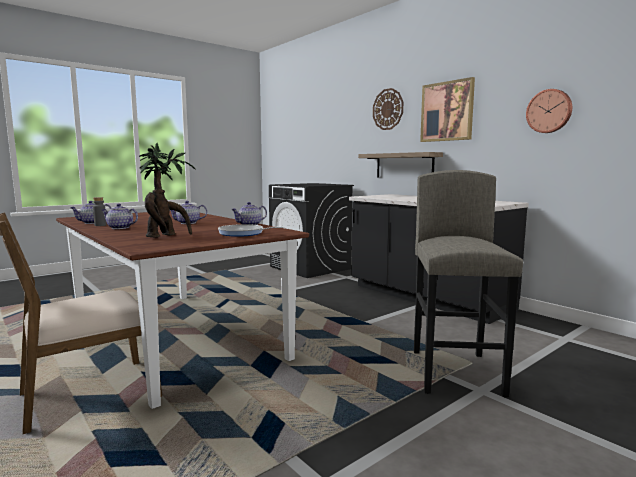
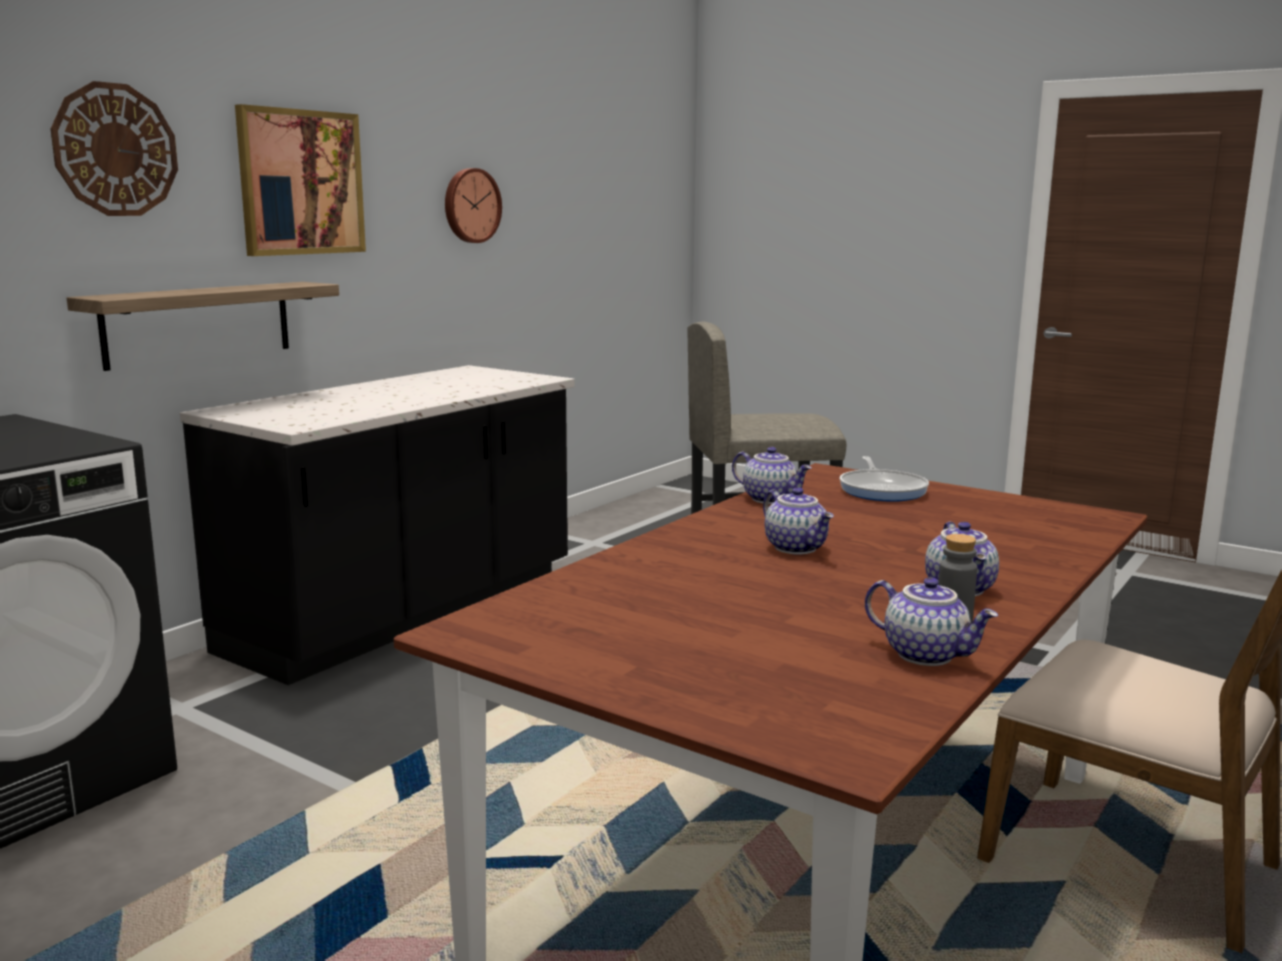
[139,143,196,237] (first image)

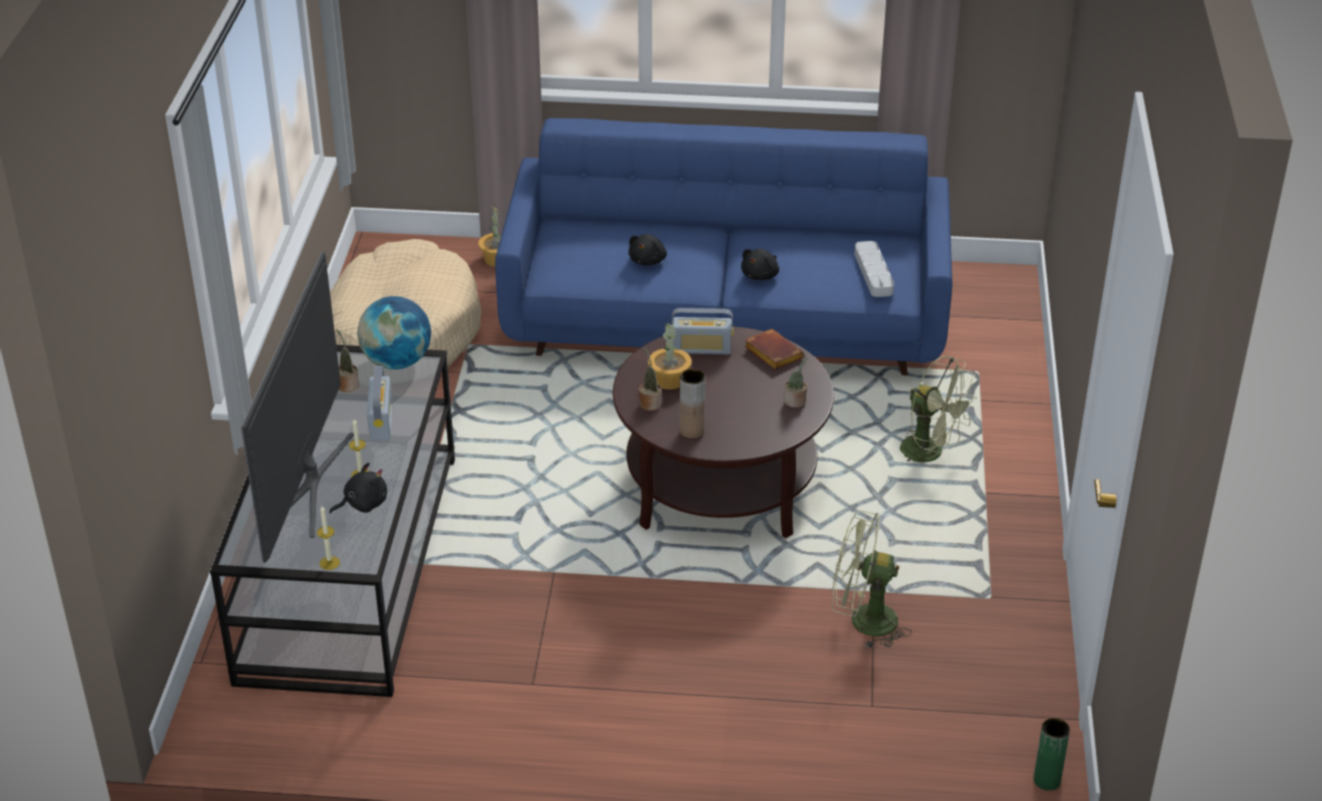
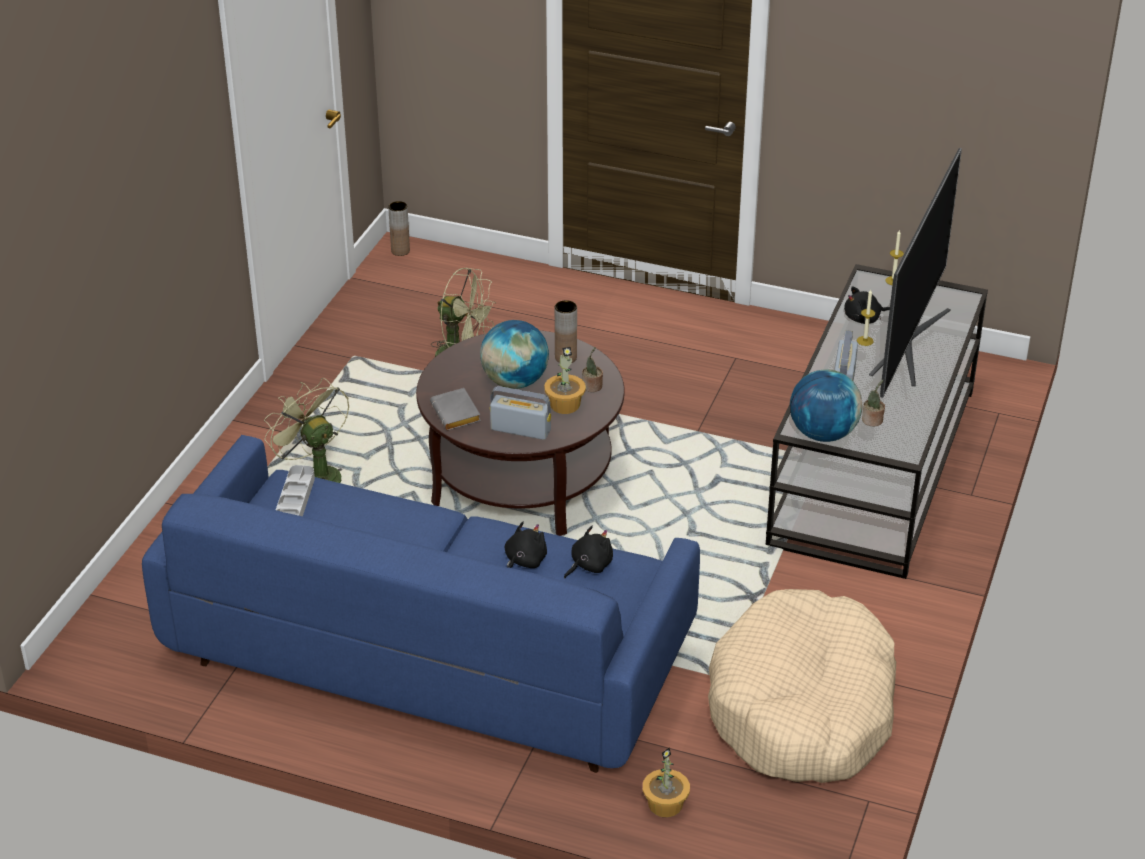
[784,358,807,408] (first image)
[480,320,549,389]
[564,526,613,579]
[430,388,481,430]
[388,201,410,256]

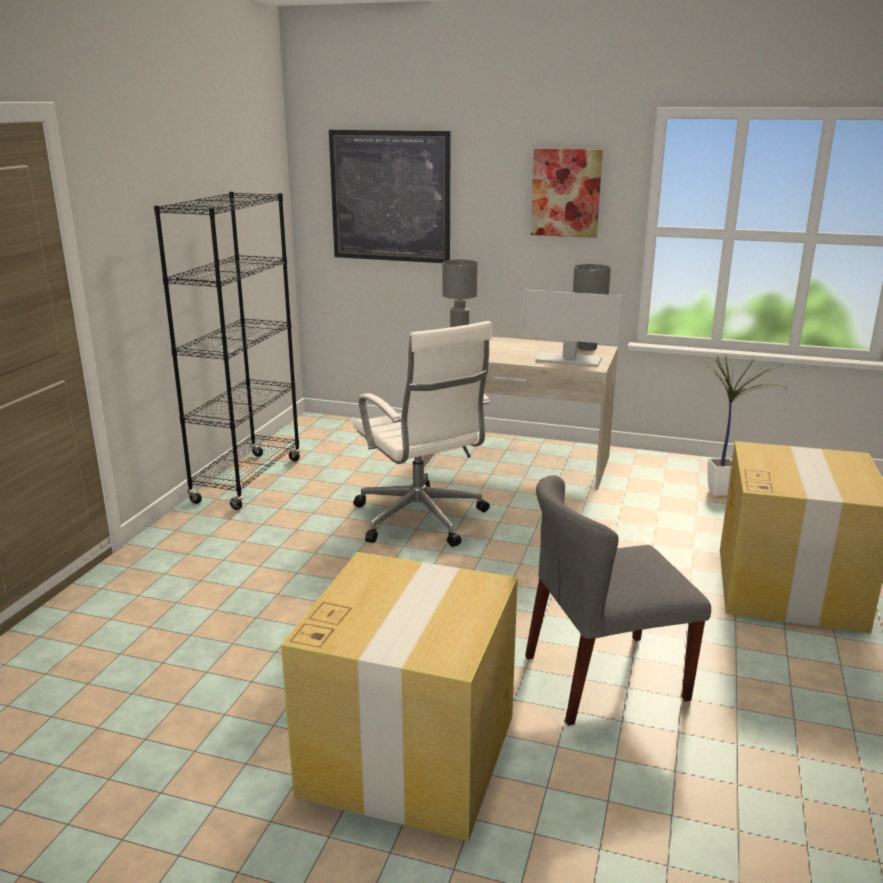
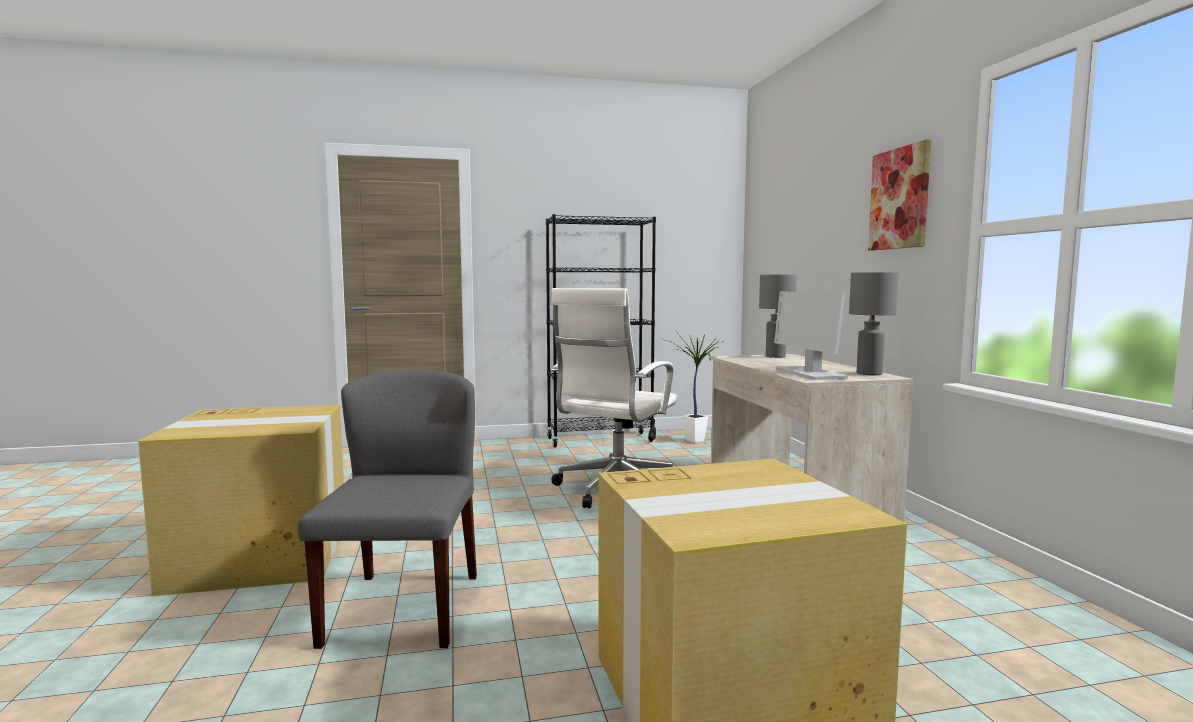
[329,130,451,263] (first image)
[663,329,724,443]
[298,369,477,649]

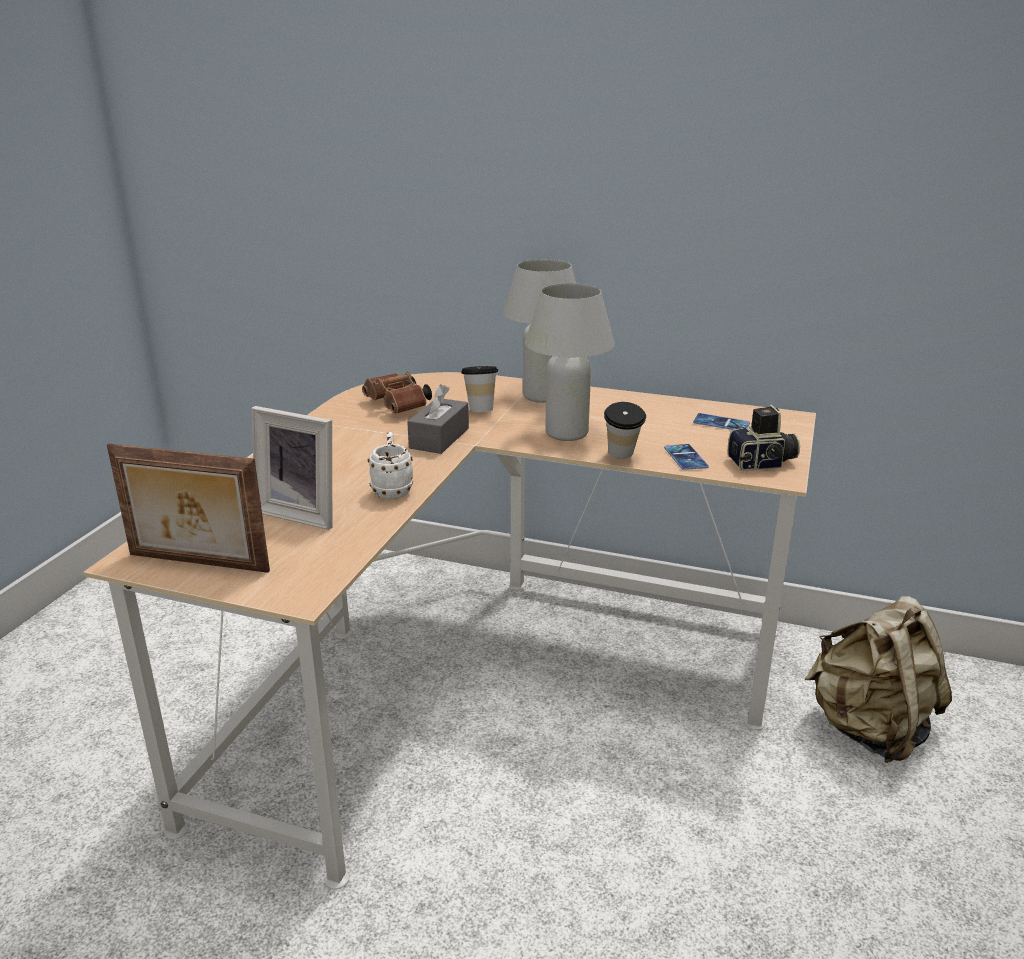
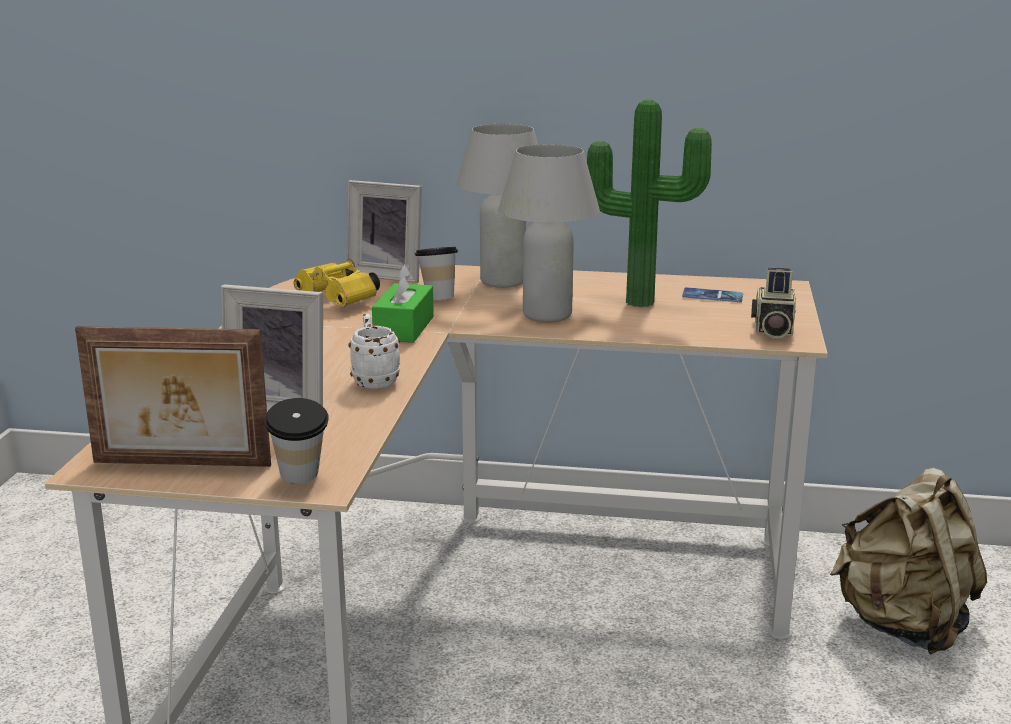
[664,444,709,470] (first image)
[347,180,422,283]
[587,100,712,307]
[264,398,329,484]
[294,258,380,306]
[372,264,434,343]
[751,268,796,338]

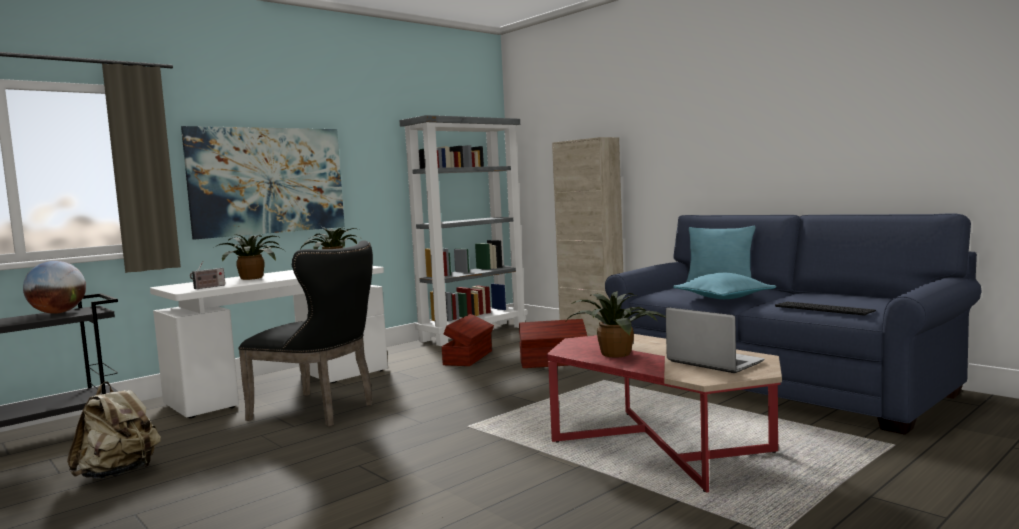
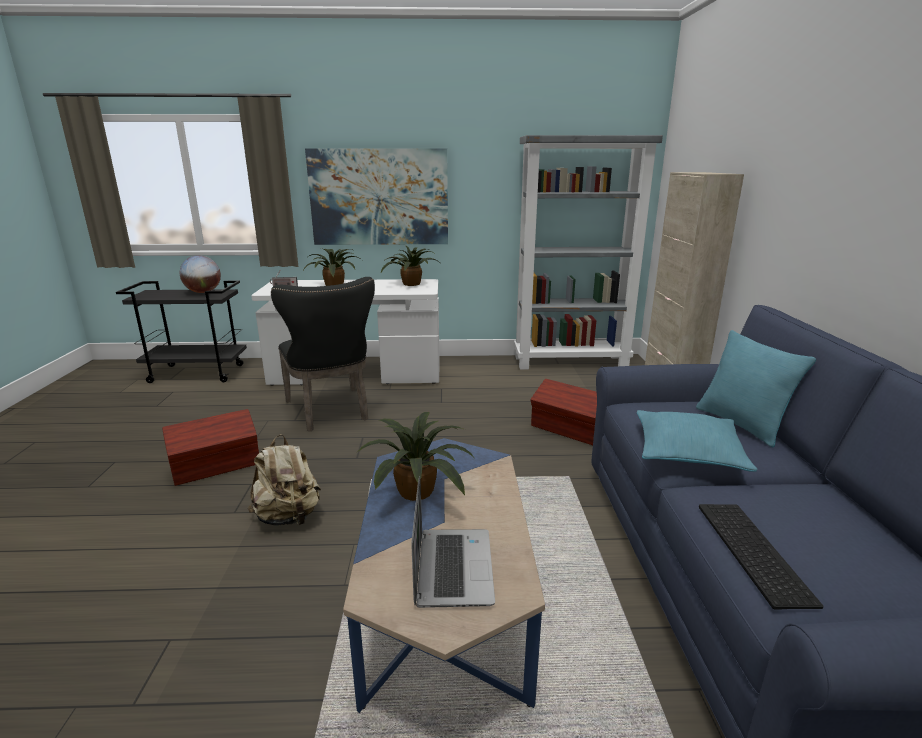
[248,434,321,526]
[162,409,259,486]
[343,438,545,713]

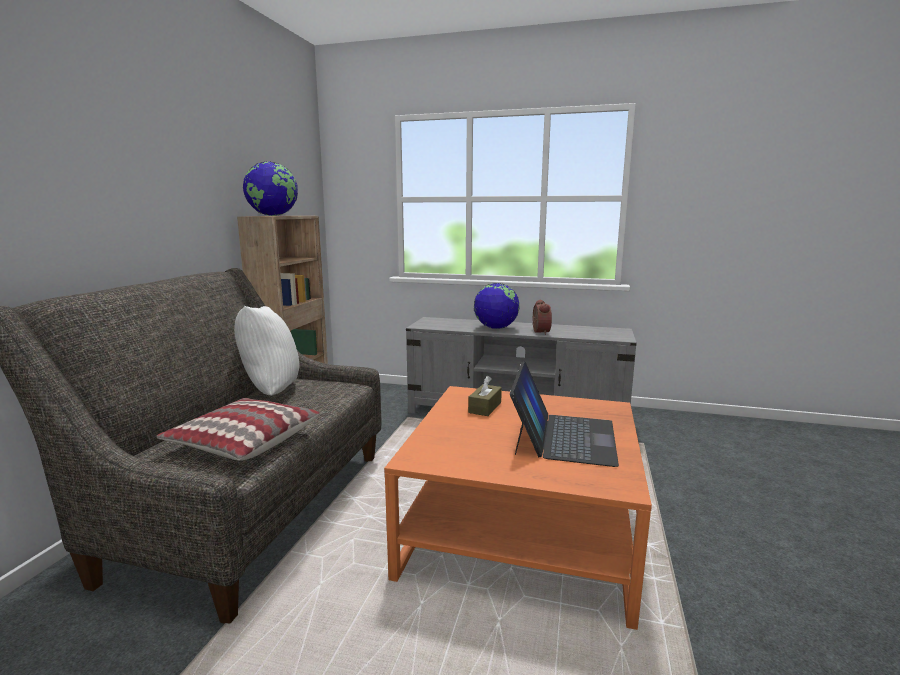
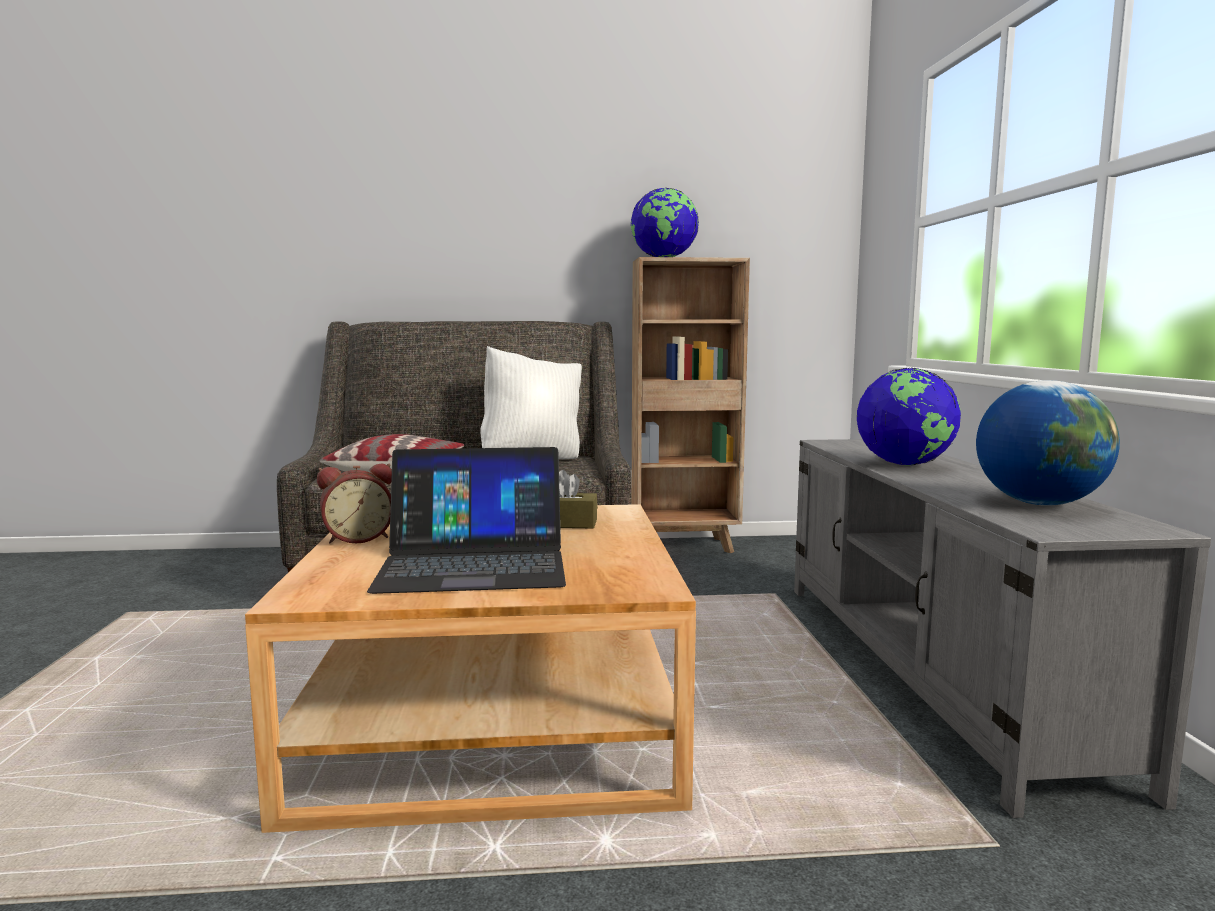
[976,380,1120,506]
[317,464,392,544]
[245,504,696,833]

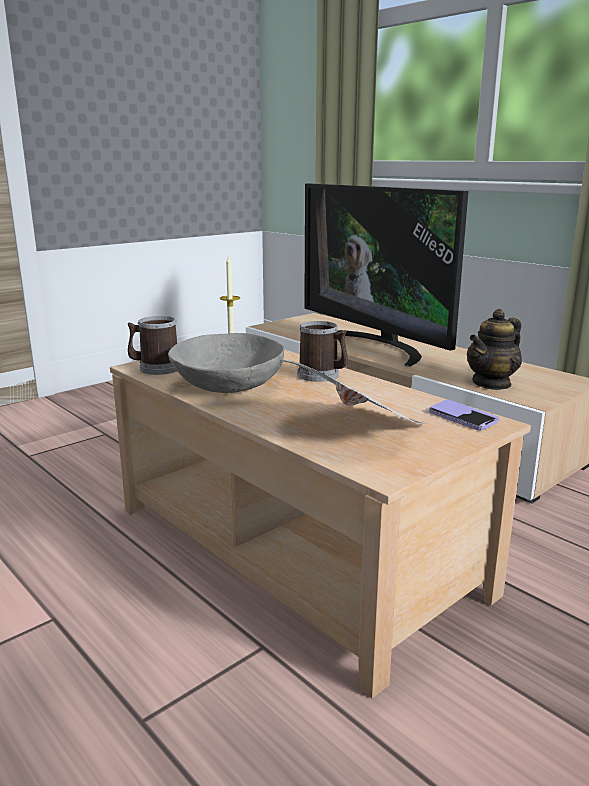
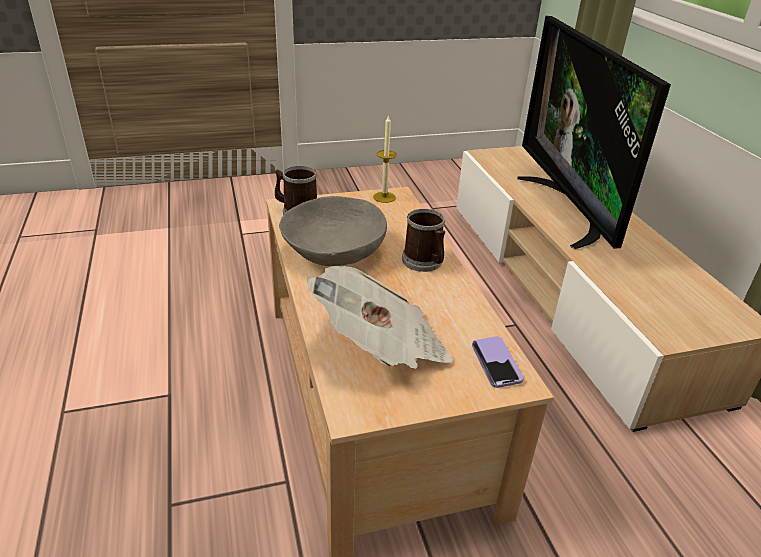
[467,309,522,390] (first image)

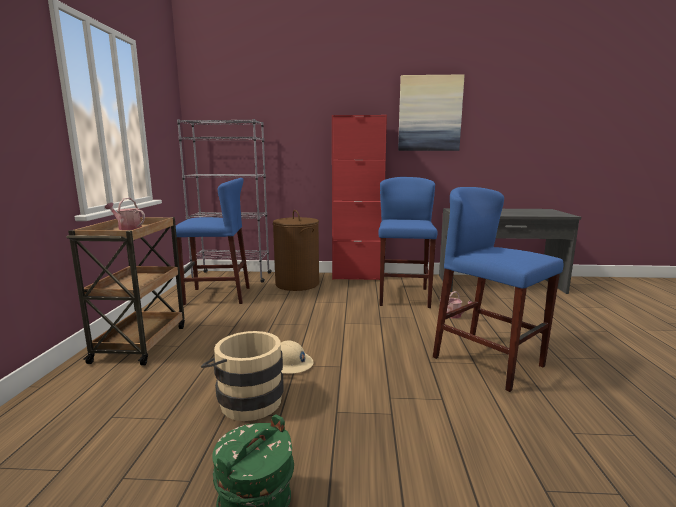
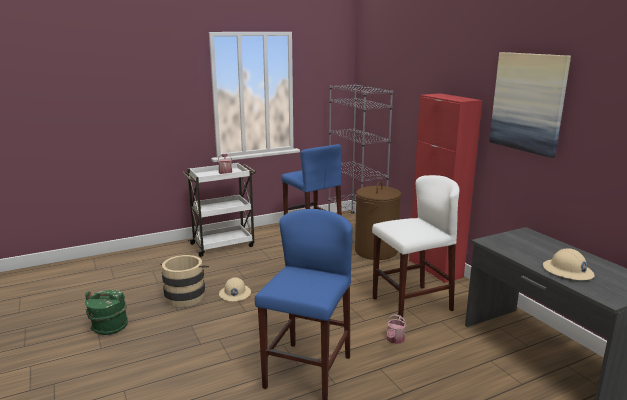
[543,248,595,280]
[182,162,256,257]
[372,175,459,321]

